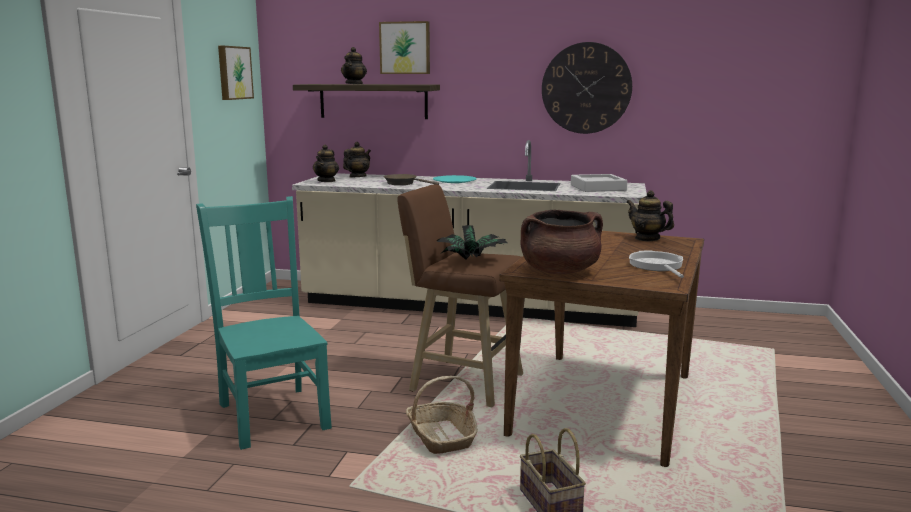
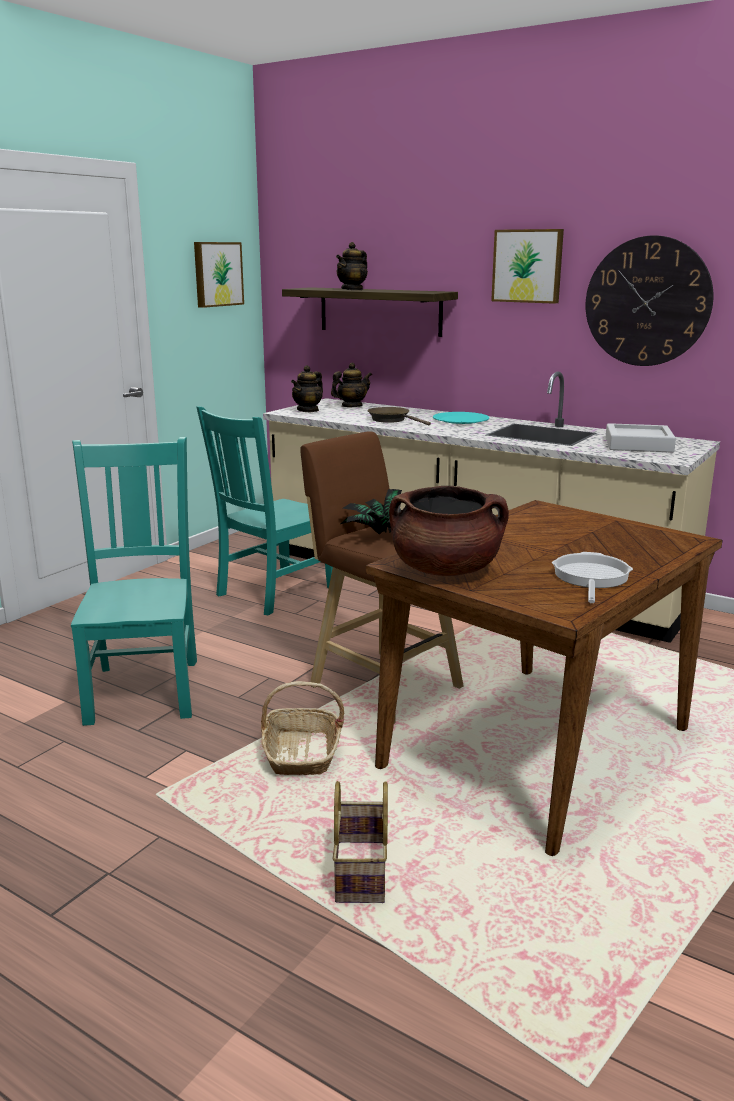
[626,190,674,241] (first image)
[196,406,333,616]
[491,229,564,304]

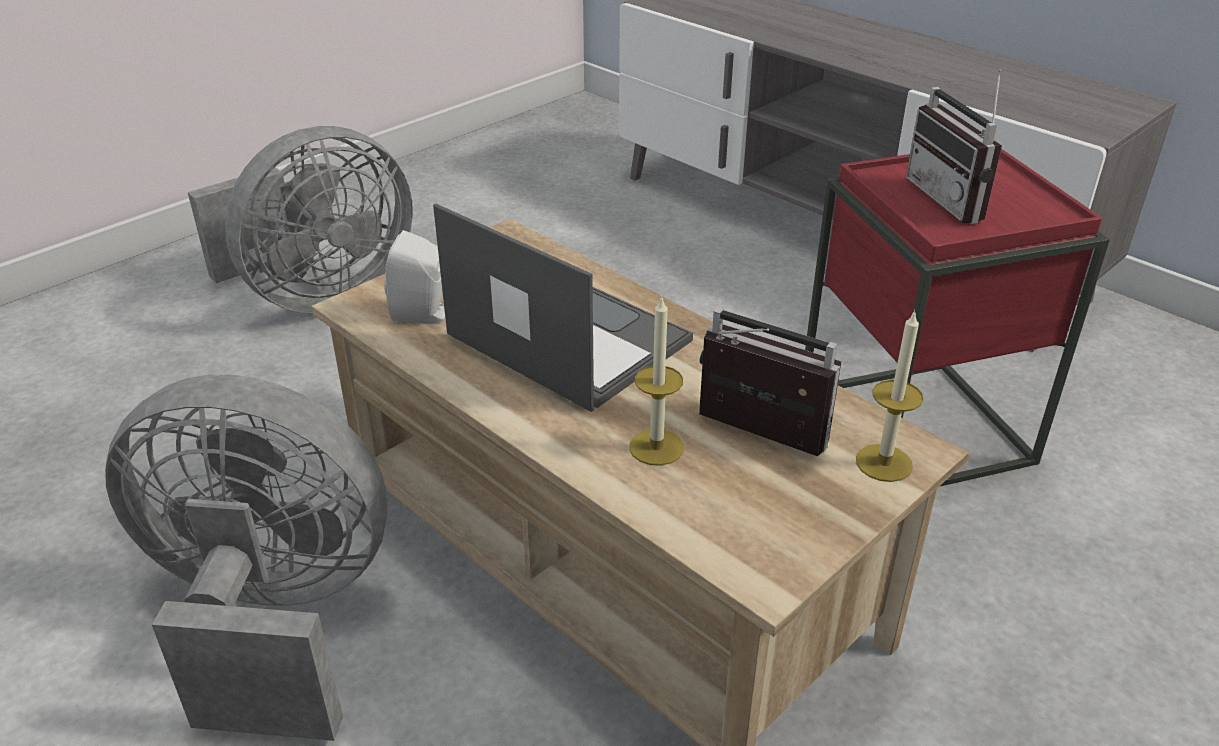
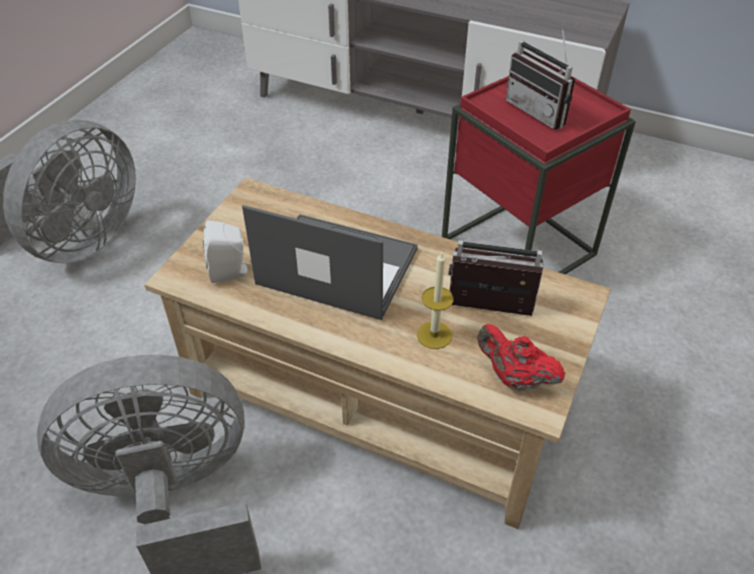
[856,310,923,482] (first image)
[477,324,565,391]

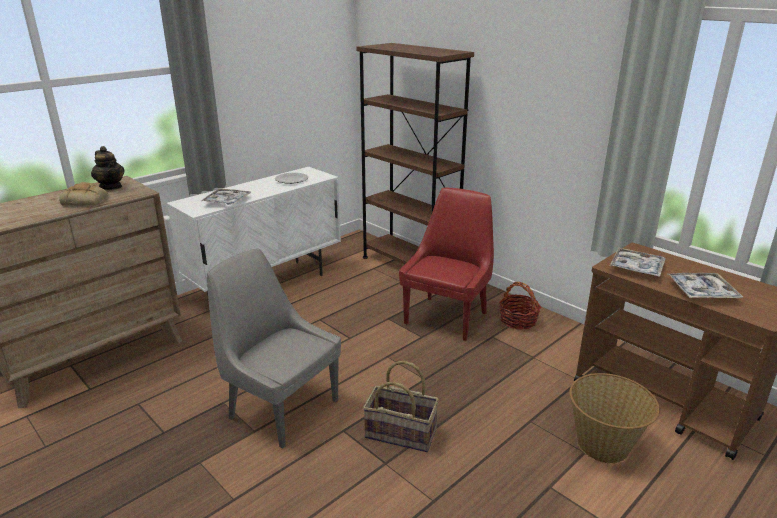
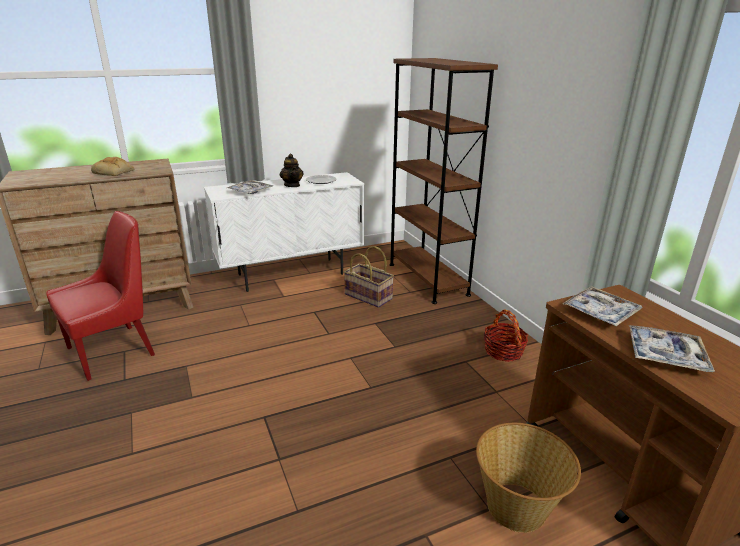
[207,249,341,449] (first image)
[280,154,304,187]
[344,246,394,308]
[46,211,155,381]

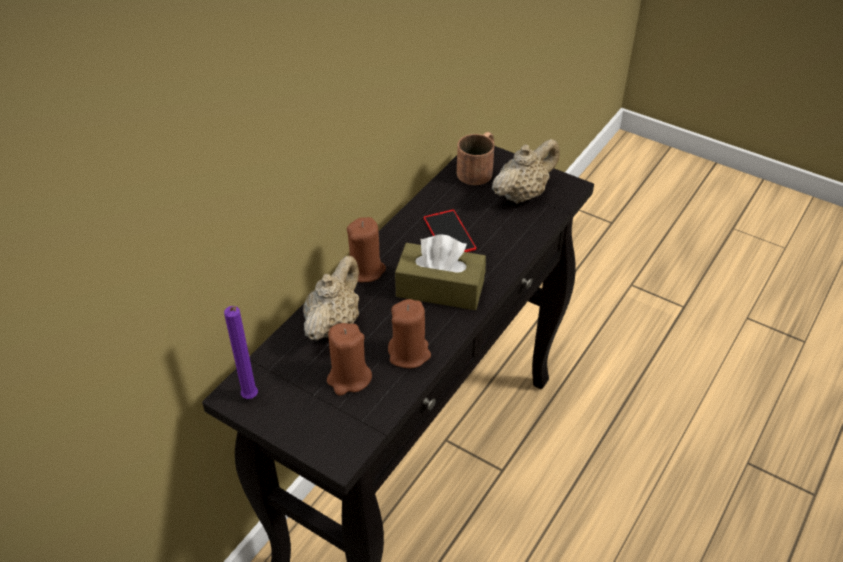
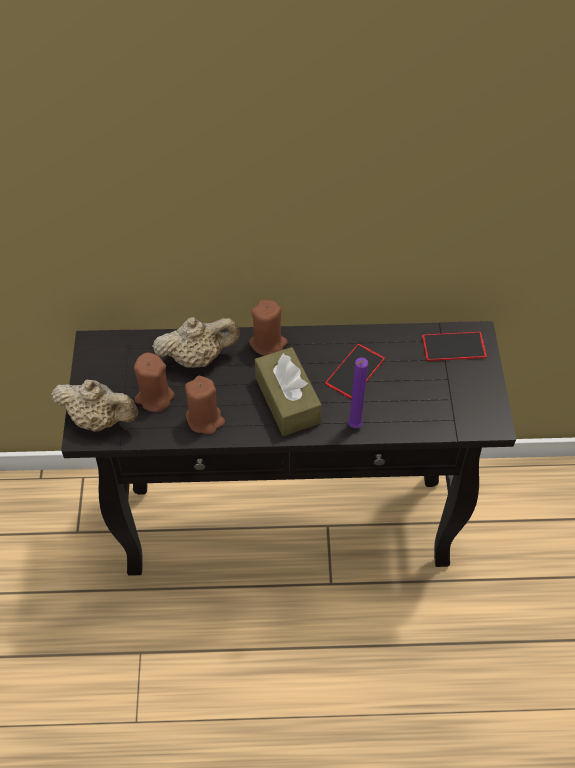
[348,357,368,428]
[51,380,138,432]
[422,332,487,361]

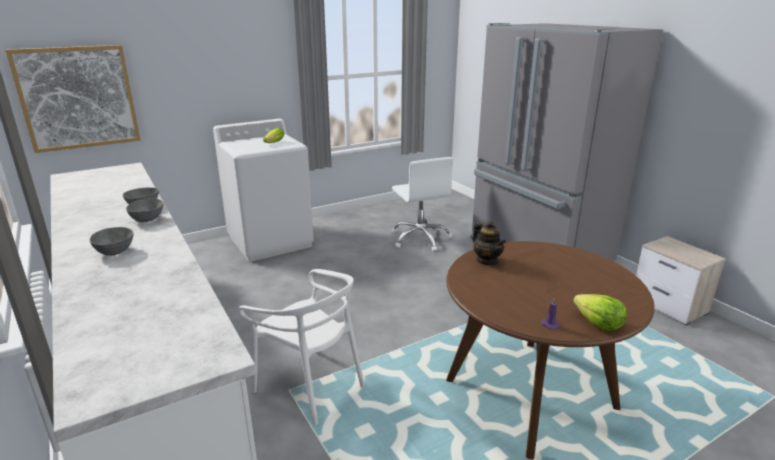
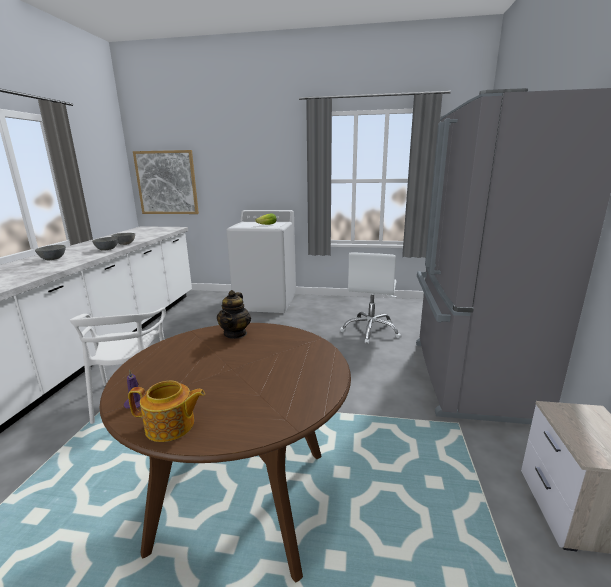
[128,381,205,442]

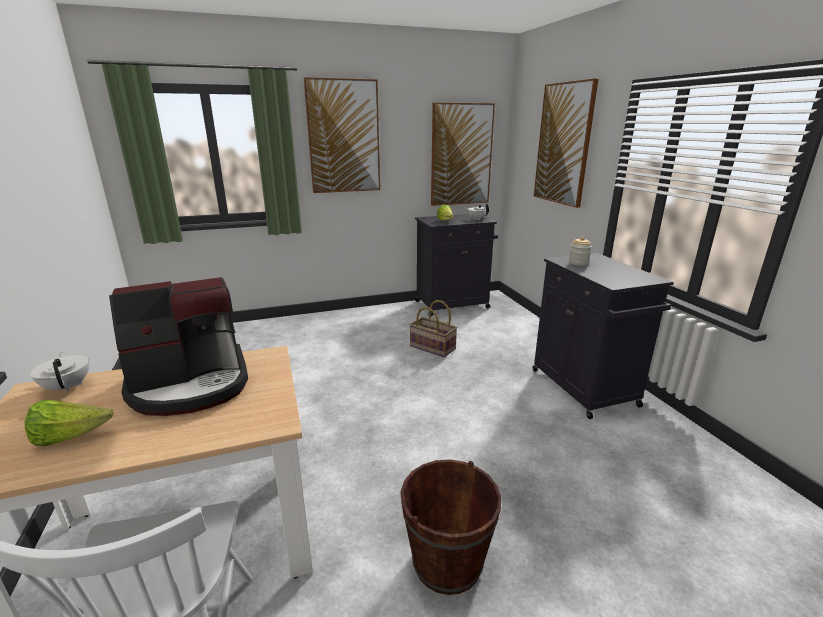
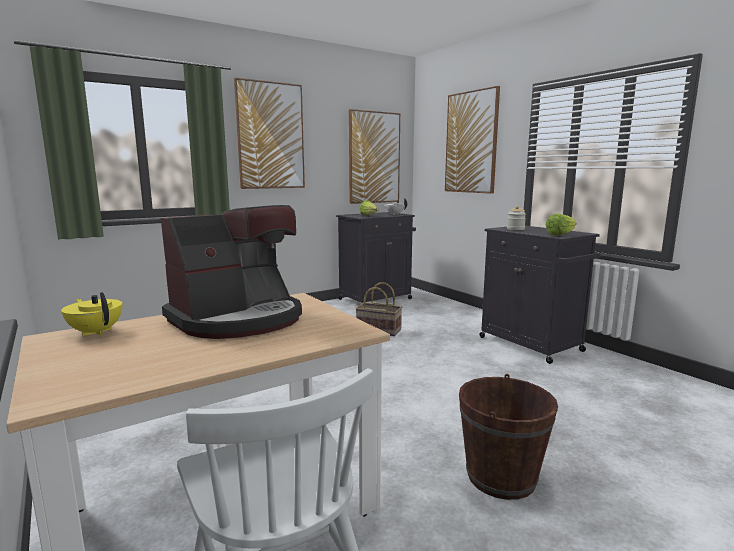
[546,213,576,236]
[61,292,122,336]

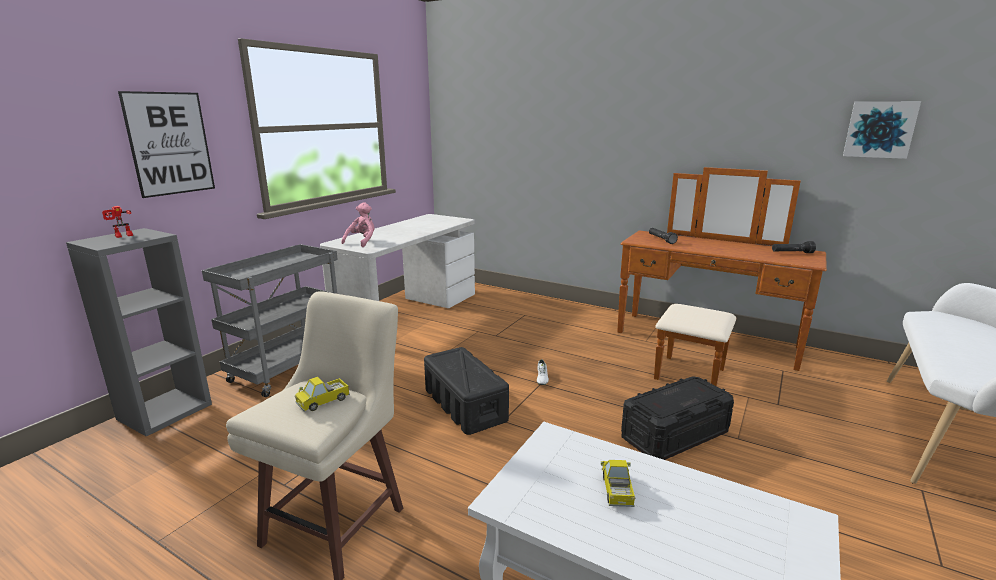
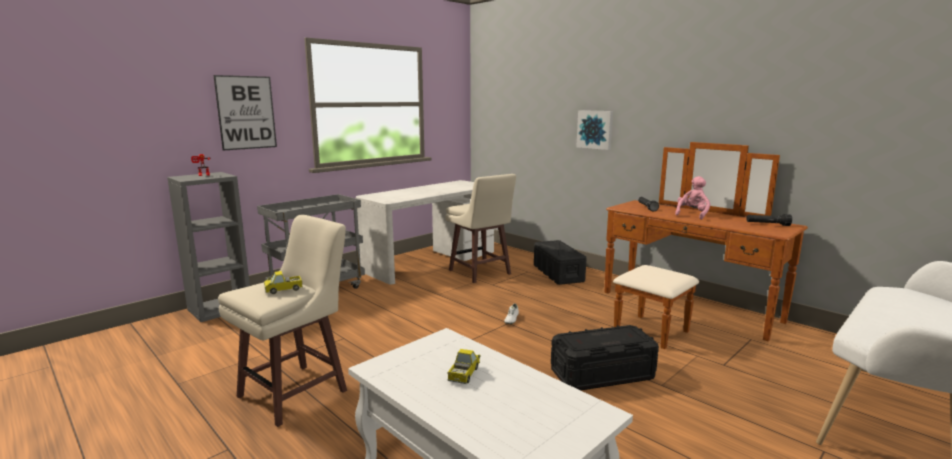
[445,174,516,283]
[675,176,710,220]
[534,240,586,285]
[576,110,613,150]

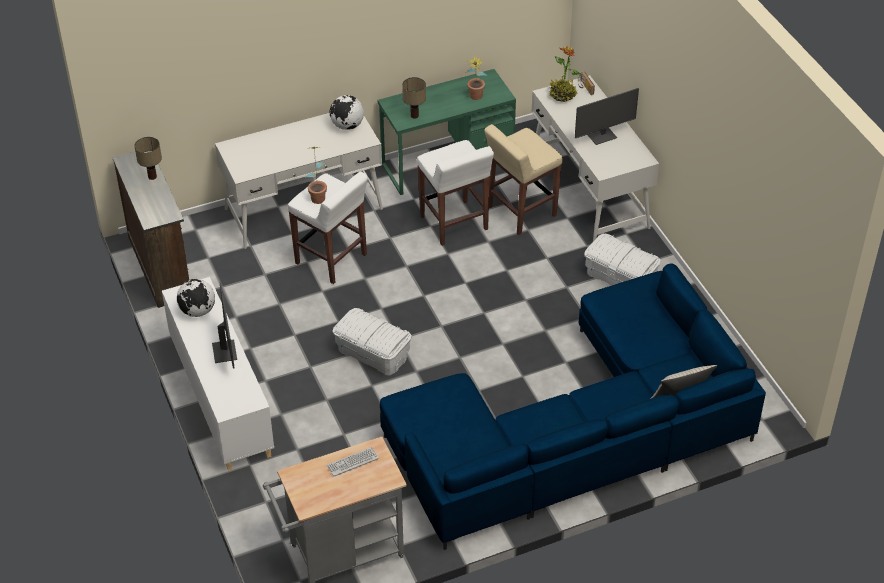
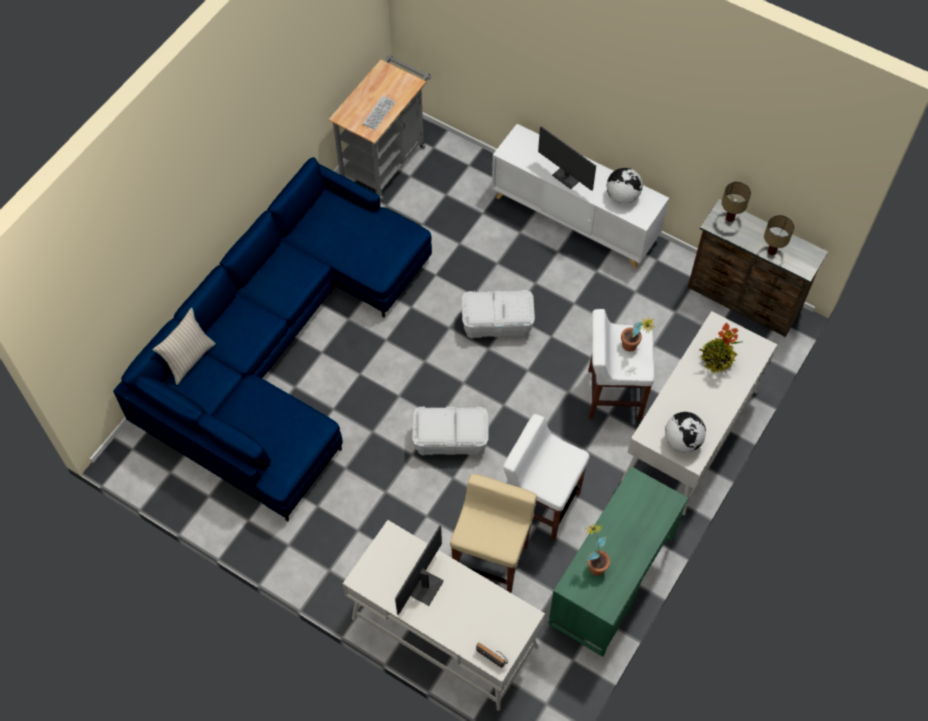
[722,182,751,222]
[700,323,743,374]
[412,407,489,456]

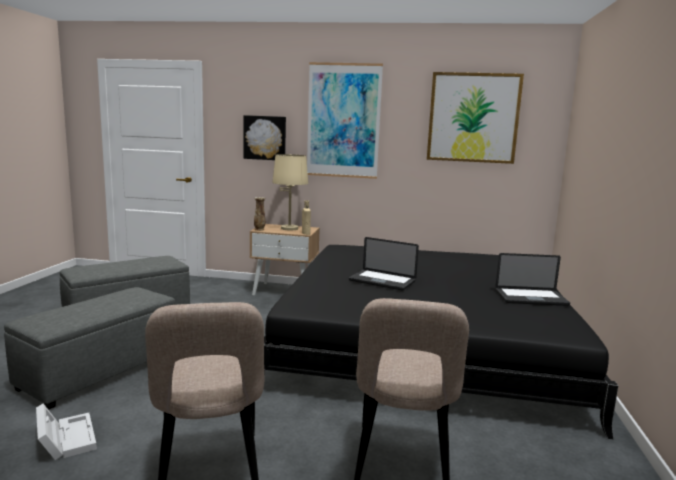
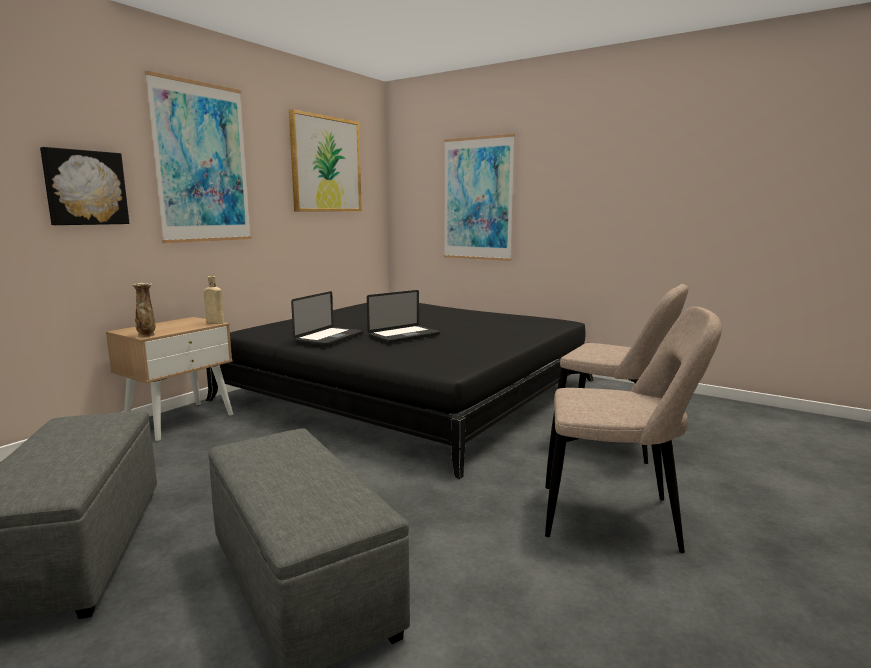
[36,404,97,460] (first image)
[272,154,308,230] (first image)
[444,134,515,261]
[291,291,363,346]

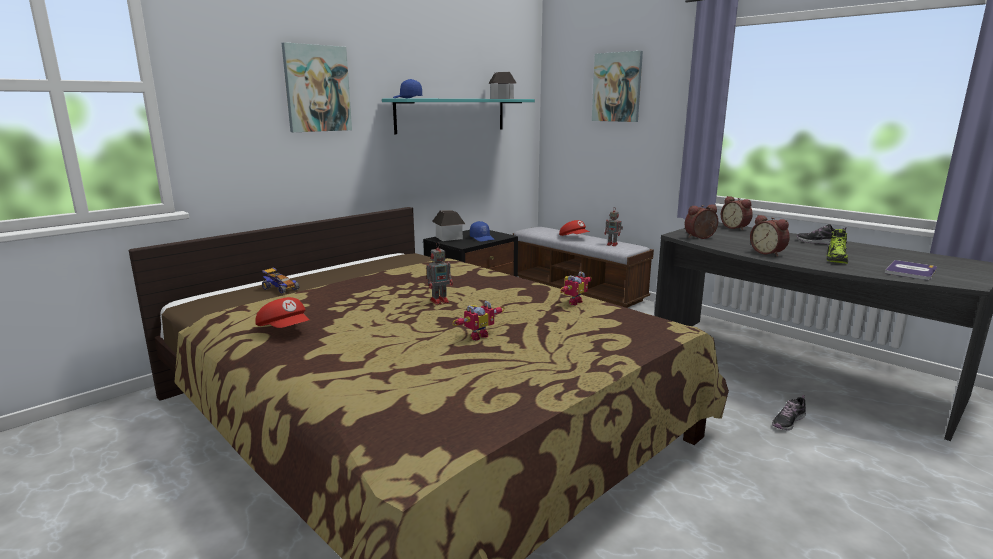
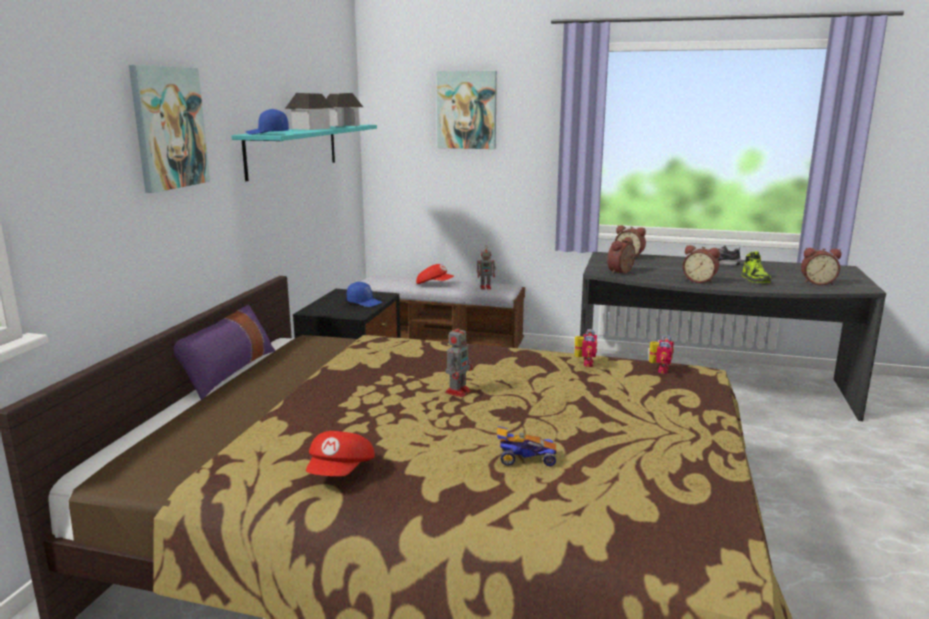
[772,395,806,430] (first image)
[174,305,275,400]
[497,426,556,466]
[285,93,334,130]
[649,335,674,374]
[801,248,841,285]
[306,431,375,476]

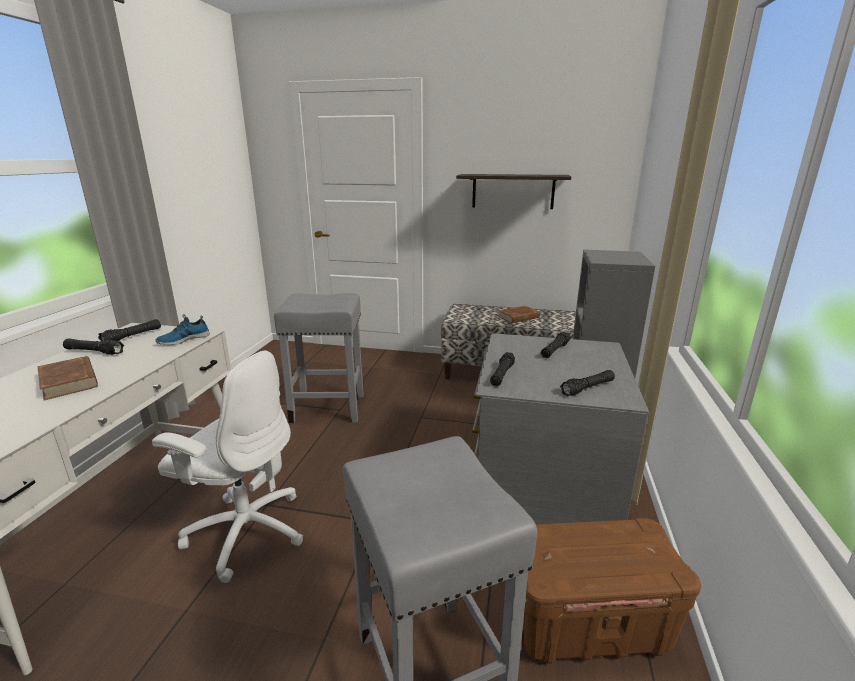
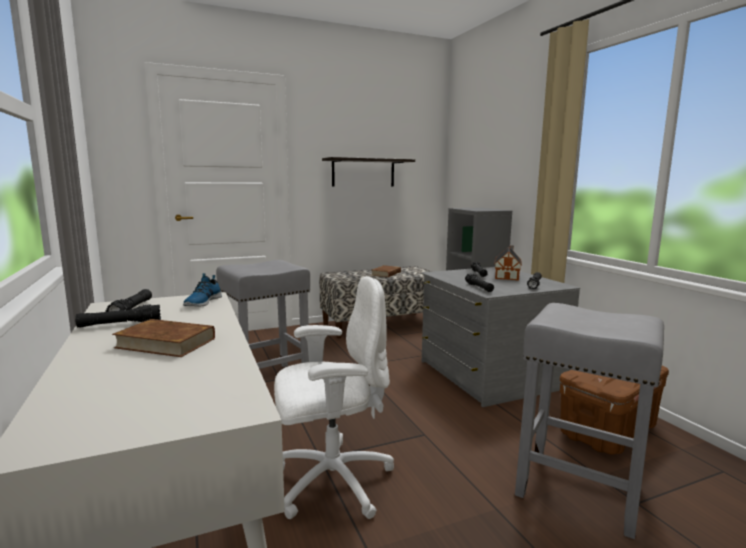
[494,245,522,280]

